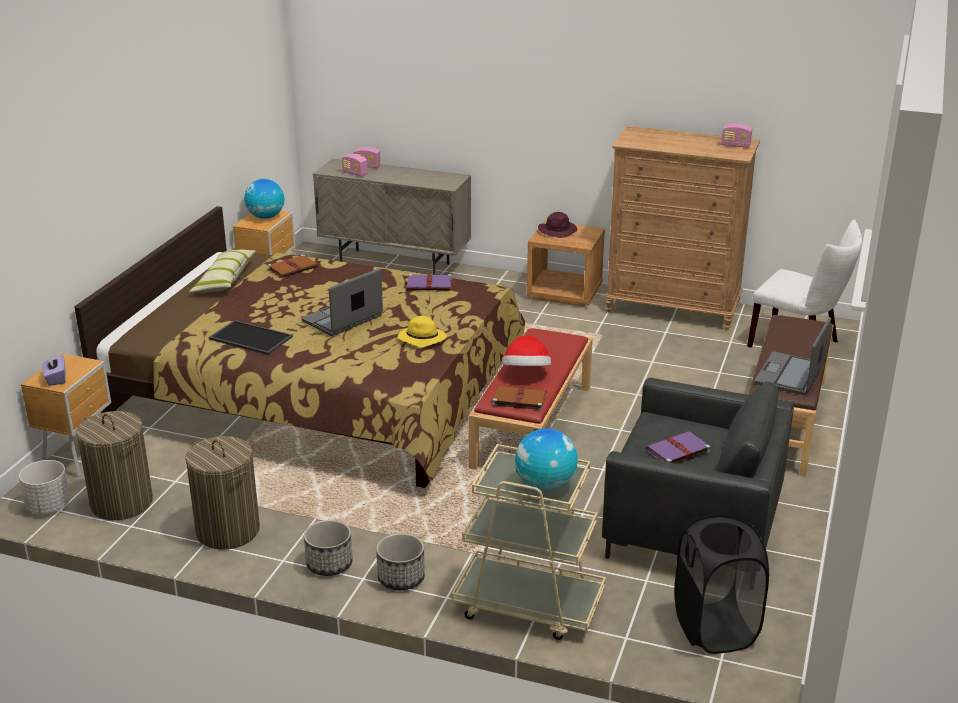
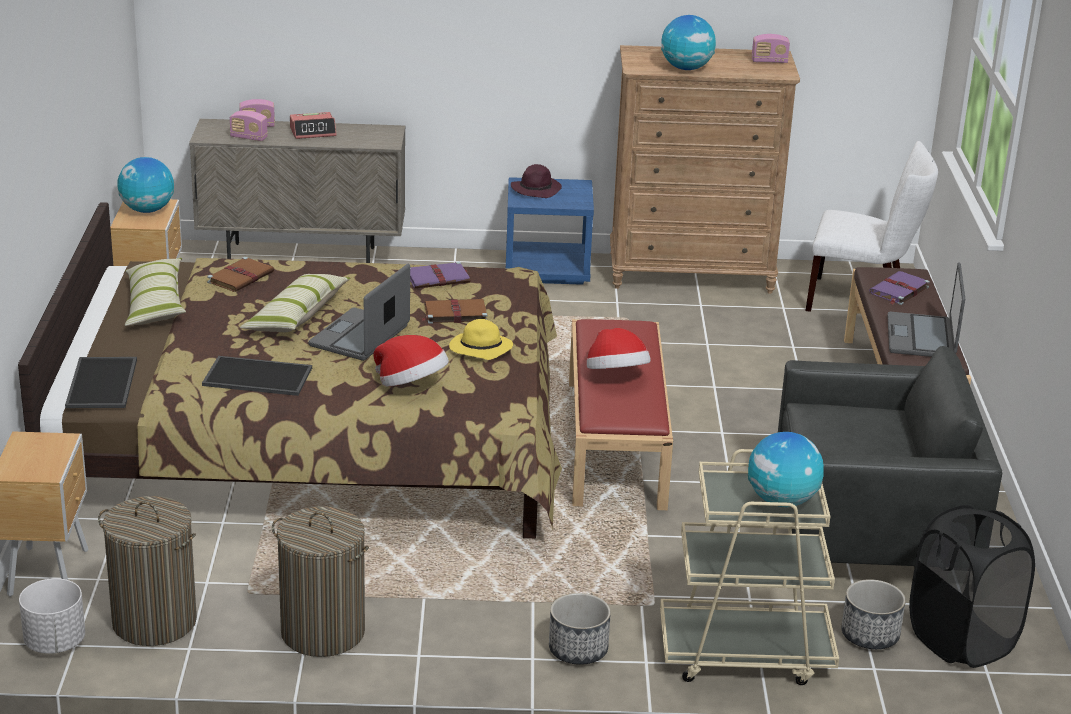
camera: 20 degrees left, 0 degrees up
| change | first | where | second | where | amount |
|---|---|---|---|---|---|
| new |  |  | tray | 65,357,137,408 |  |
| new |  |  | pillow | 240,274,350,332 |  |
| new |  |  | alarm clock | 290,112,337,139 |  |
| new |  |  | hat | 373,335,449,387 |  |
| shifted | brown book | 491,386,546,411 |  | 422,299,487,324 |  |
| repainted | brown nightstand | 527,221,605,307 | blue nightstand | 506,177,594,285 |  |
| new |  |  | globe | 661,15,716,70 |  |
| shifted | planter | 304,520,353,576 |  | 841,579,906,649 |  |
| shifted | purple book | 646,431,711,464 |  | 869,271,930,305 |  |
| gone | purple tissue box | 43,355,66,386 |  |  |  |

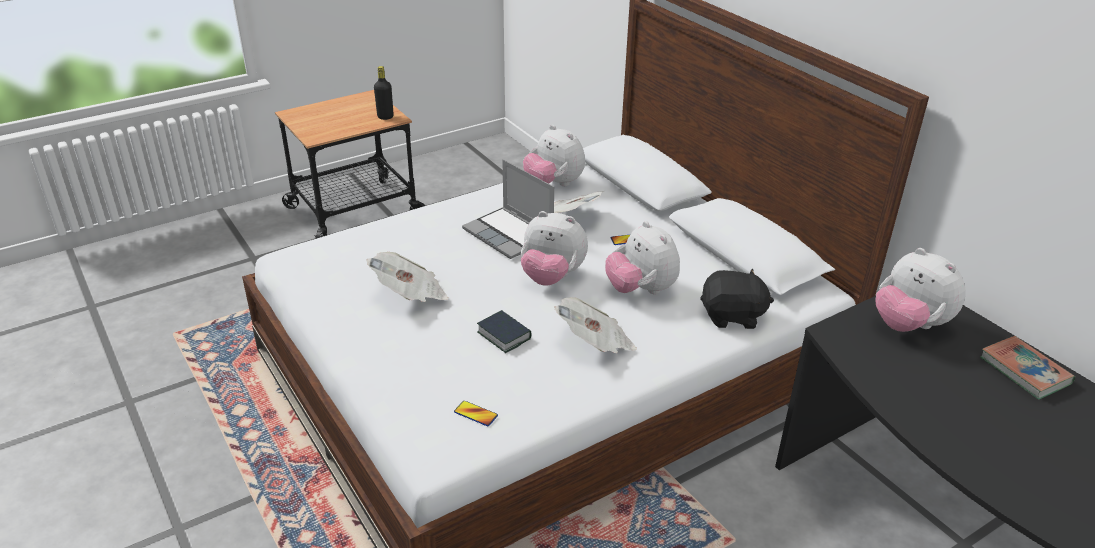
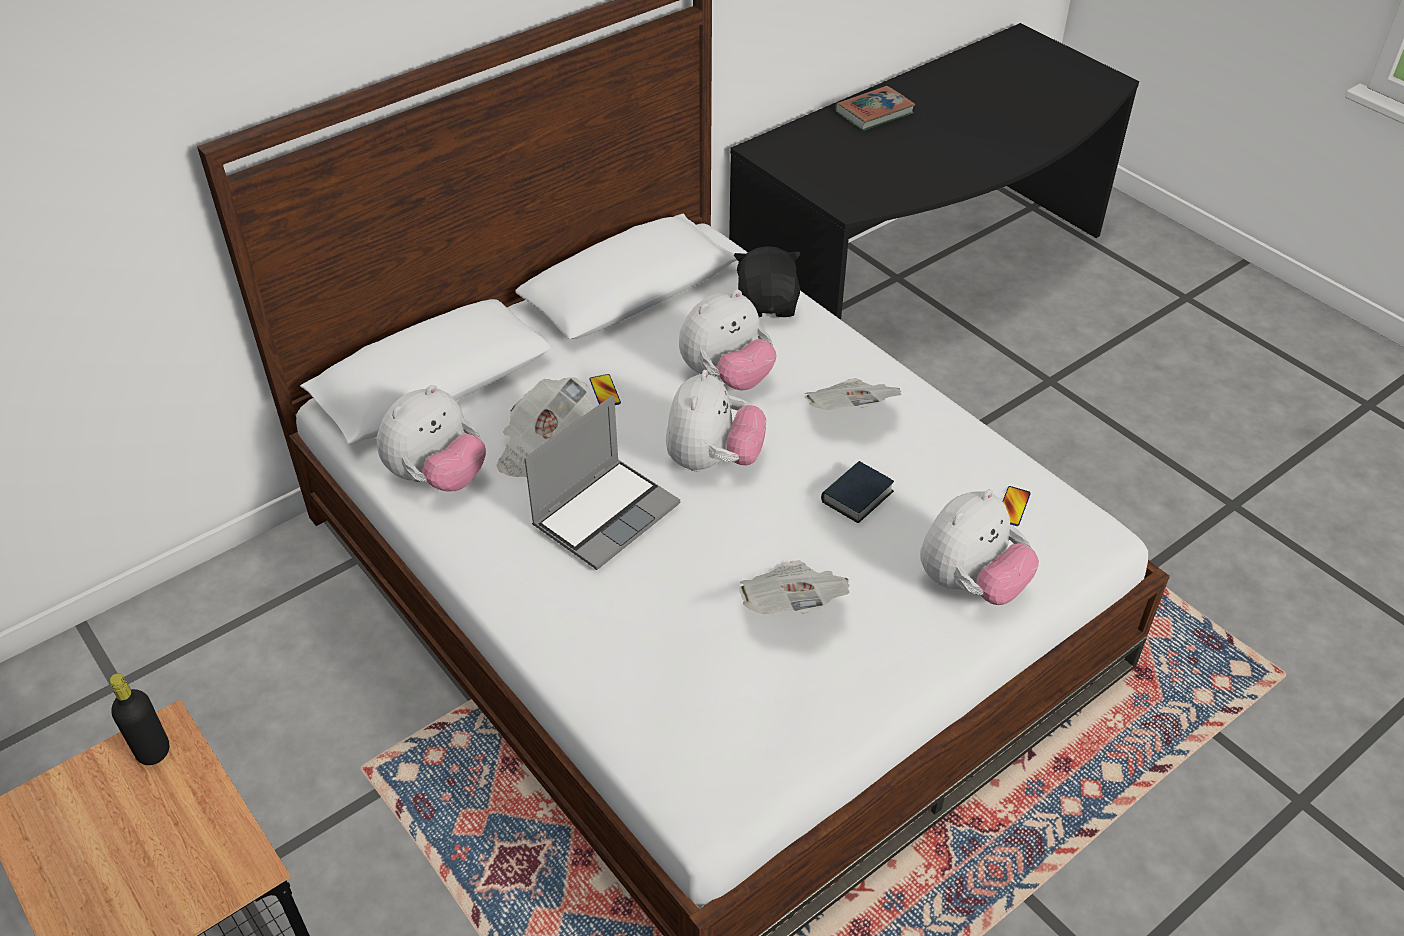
camera: 95 degrees left, 10 degrees up
| change | first | where | second | where | amount |
|---|---|---|---|---|---|
| shifted | plush toy | 876,248,966,332 |  | 920,489,1039,605 |  |

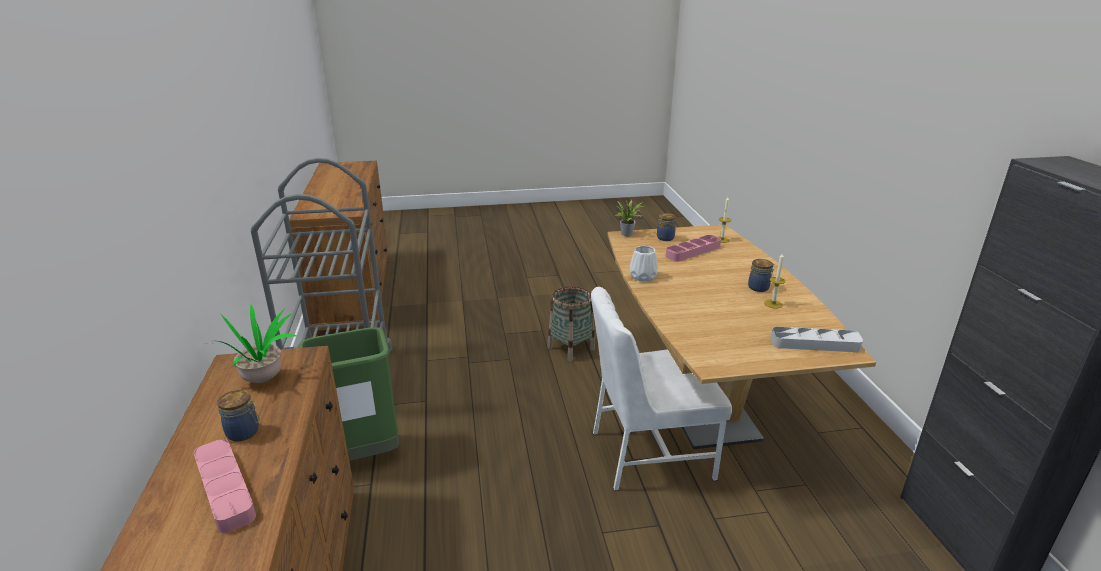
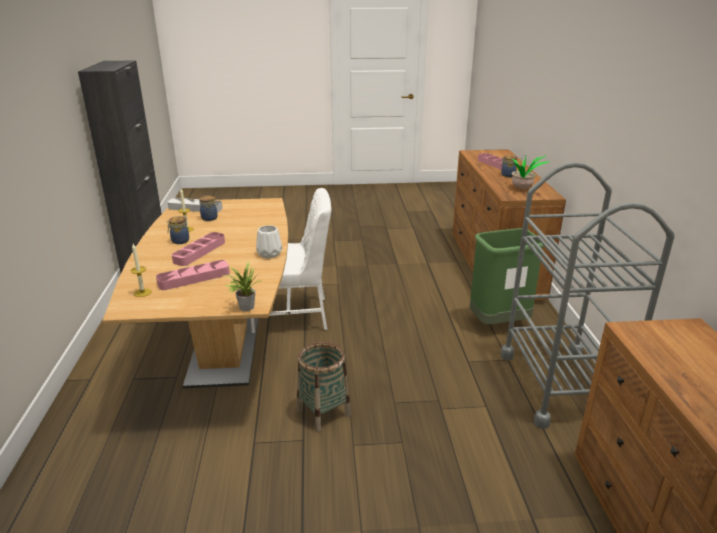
camera: 175 degrees left, 0 degrees up
| change | first | where | second | where | amount |
|---|---|---|---|---|---|
| new |  |  | pink tray | 172,232,225,266 |  |
| shifted | jar | 657,213,676,241 |  | 199,195,217,221 |  |

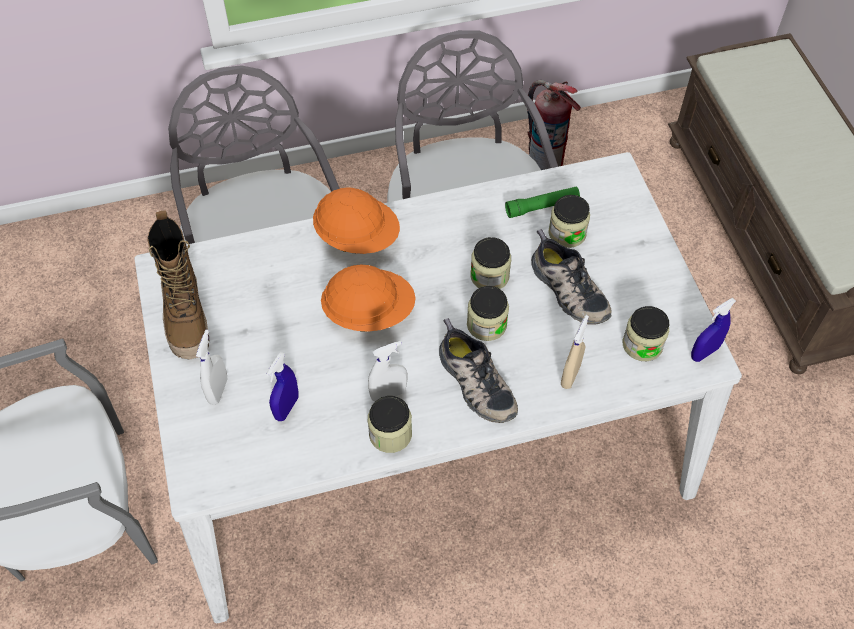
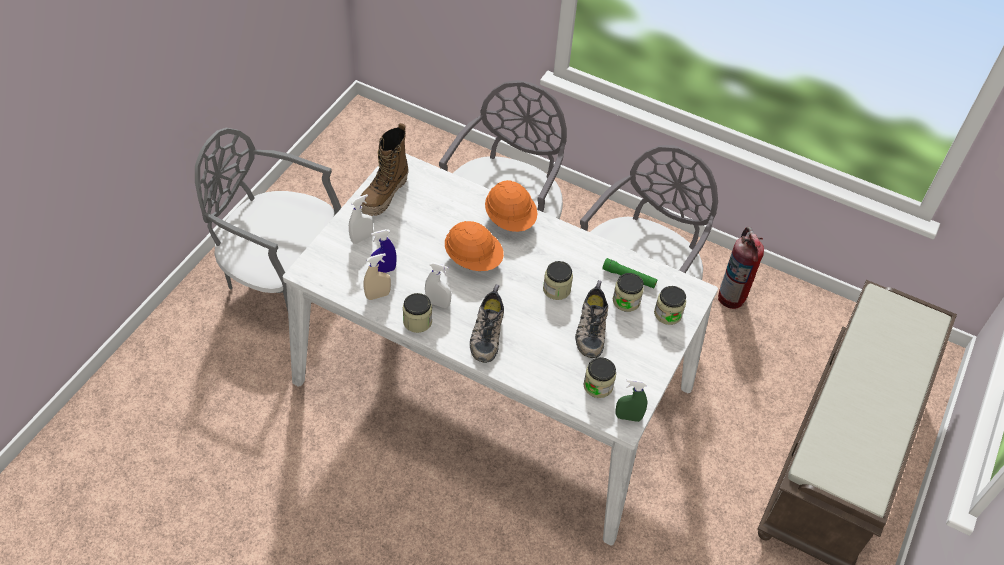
camera: 40 degrees right, 5 degrees down
| change | first | where | second | where | amount |
|---|---|---|---|---|---|
| shifted | beige spray bottle | 561,315,589,389 |  | 364,253,391,300 |  |
| repainted | blue spray bottle | 691,298,736,362 | green spray bottle | 615,379,647,422 |  |
| shifted | jar | 467,286,509,341 |  | 654,286,686,325 |  |

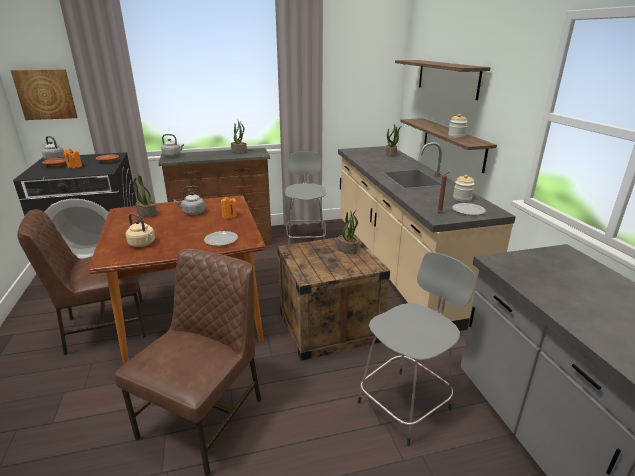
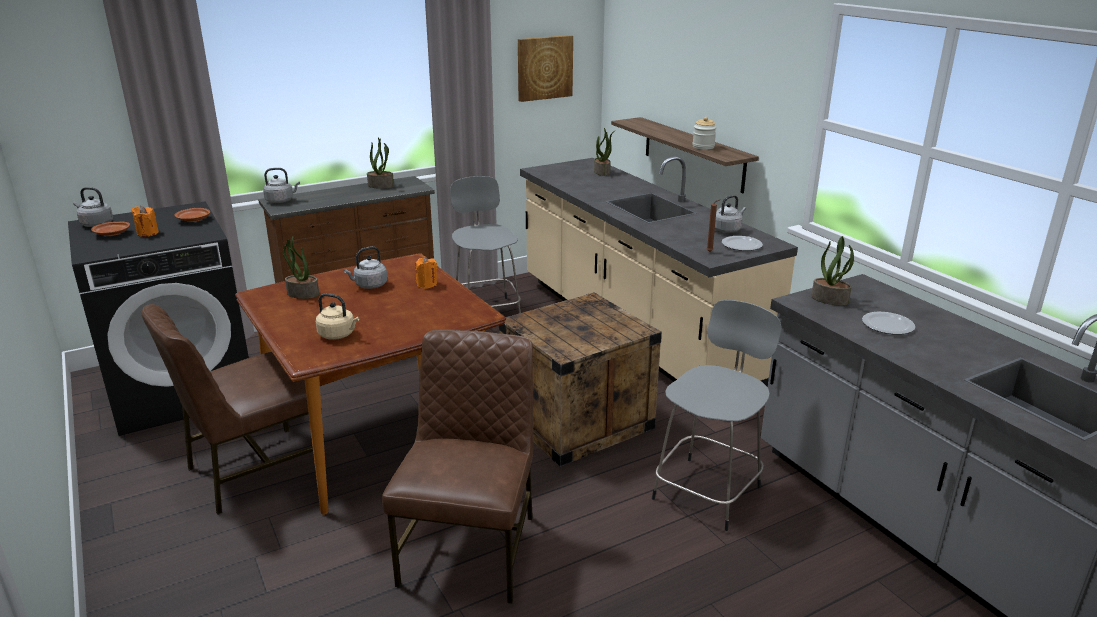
camera: 15 degrees left, 0 degrees up
| change | first | where | second | where | amount |
|---|---|---|---|---|---|
| shifted | picture | 11,69,78,120 |  | 518,35,573,102 |  |
| swapped | jar | 453,175,475,202 | grey kettle | 715,195,746,233 |  |
| shifted | potted plant | 338,210,358,254 |  | 811,236,854,306 |  |
| shifted | plate | 204,231,238,246 |  | 862,312,915,335 |  |
| gone | shelf | 395,60,490,100 |  |  |  |

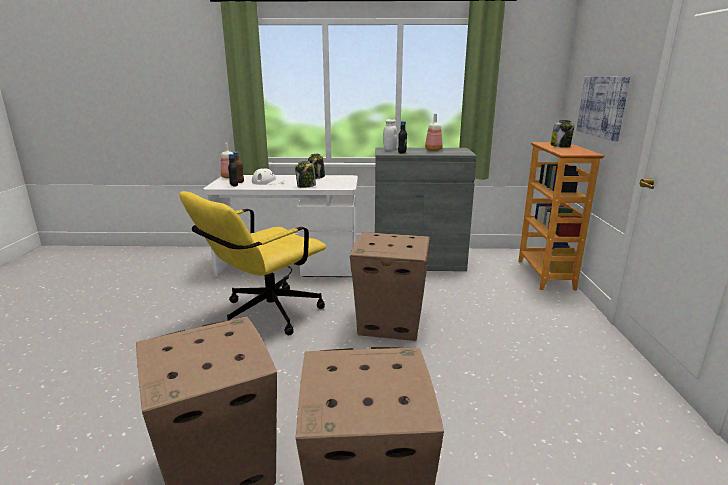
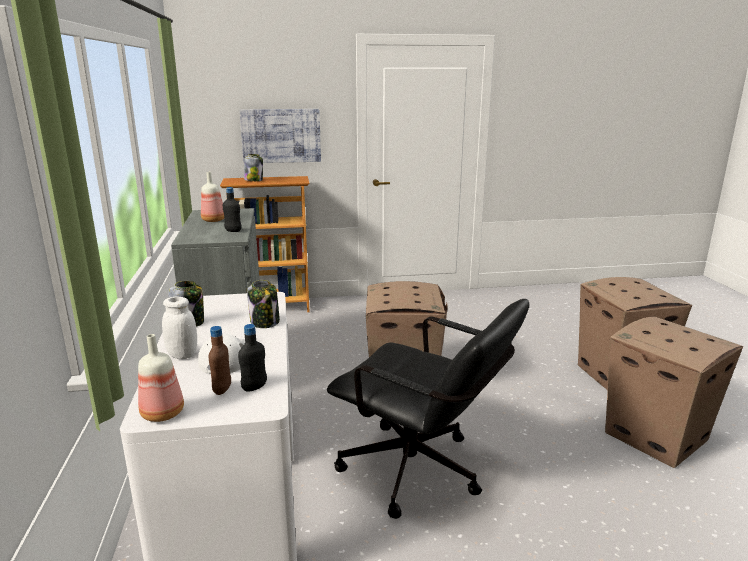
camera: 100 degrees left, 0 degrees up
| change | first | where | second | where | amount |
|---|---|---|---|---|---|
| shifted | white jar | 383,119,397,150 |  | 162,296,197,359 |  |
| repainted | yellow office chair | 179,191,326,335 | black office chair | 327,299,529,519 |  |

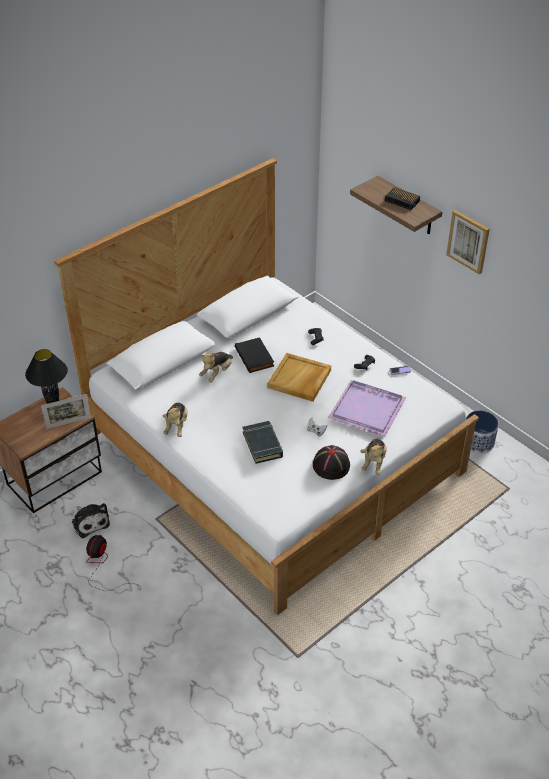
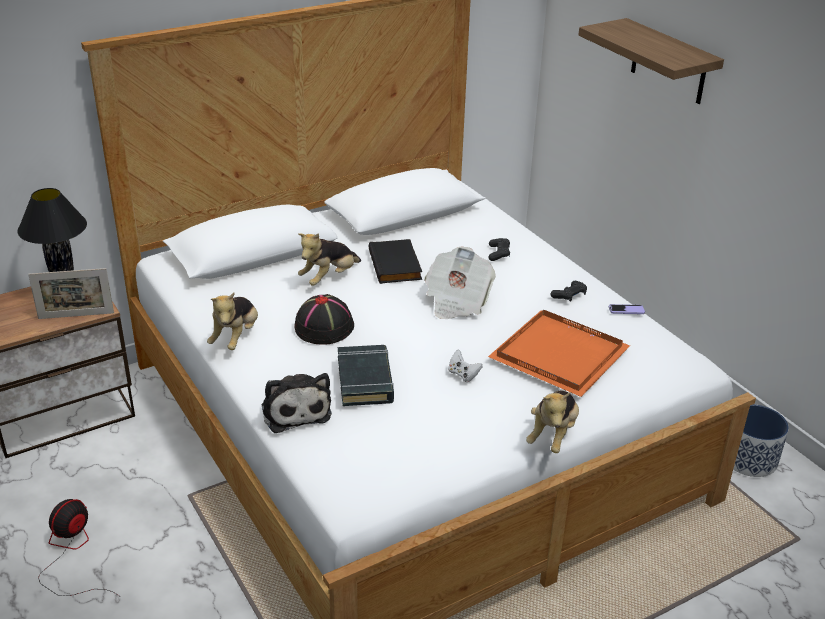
camera: 10 degrees right, 10 degrees down
| change | first | where | second | where | amount |
|---|---|---|---|---|---|
| shifted | plush toy | 72,503,110,538 |  | 261,373,332,433 |  |
| shifted | black hat | 313,445,350,480 |  | 294,294,354,345 |  |
| swapped | beige tray | 267,353,331,402 | newspaper | 424,247,496,319 |  |
| repainted | purple tray | 328,380,407,437 | orange tray | 488,310,630,397 |  |
| gone | alarm clock | 385,187,420,210 |  |  |  |
| gone | picture | 446,210,490,274 |  |  |  |

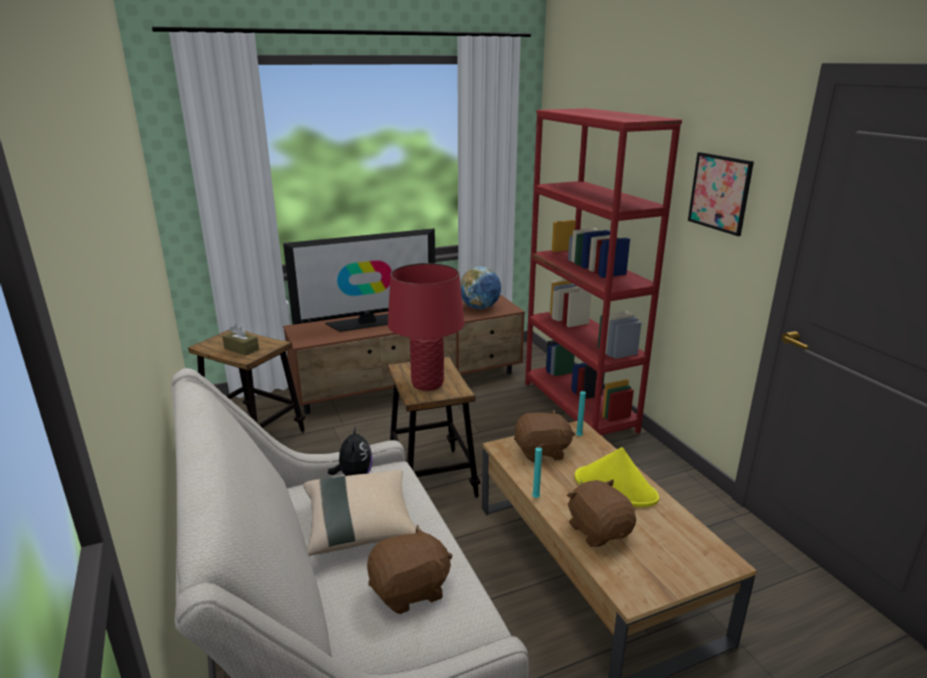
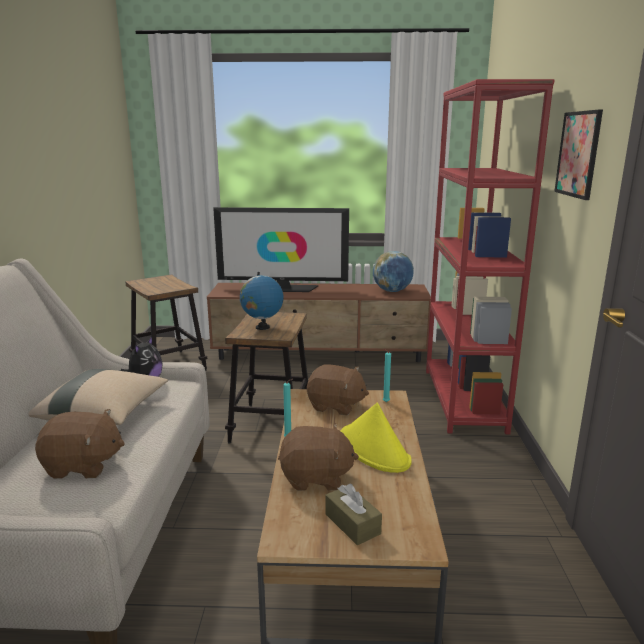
camera: 25 degrees right, 5 degrees down
| change | first | where | second | where | amount |
|---|---|---|---|---|---|
| swapped | red table lamp | 388,263,465,391 | globe | 240,272,283,330 |  |
| rotated | brown plush toy | 567,480,636,547 |  | 278,423,359,491 | 90 degrees clockwise |
| shifted | brown tissue box | 222,324,259,356 |  | 325,484,382,545 |  |

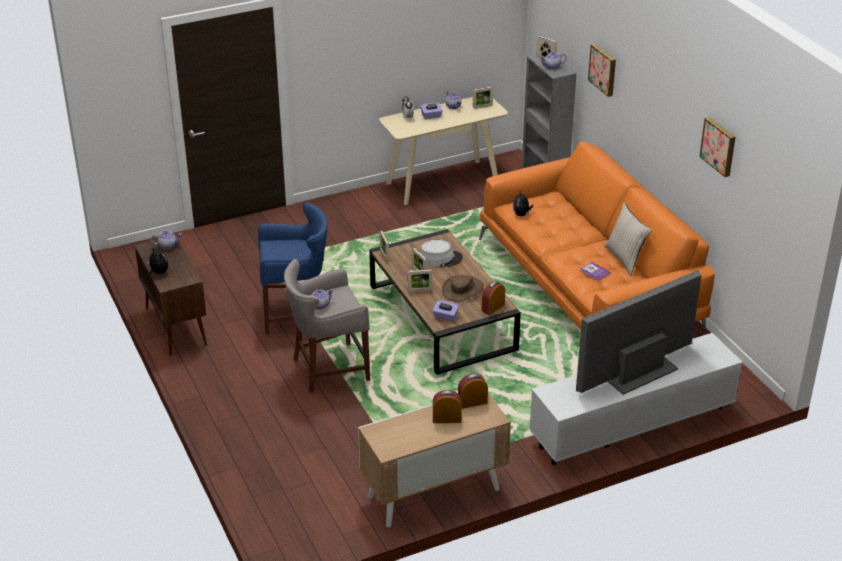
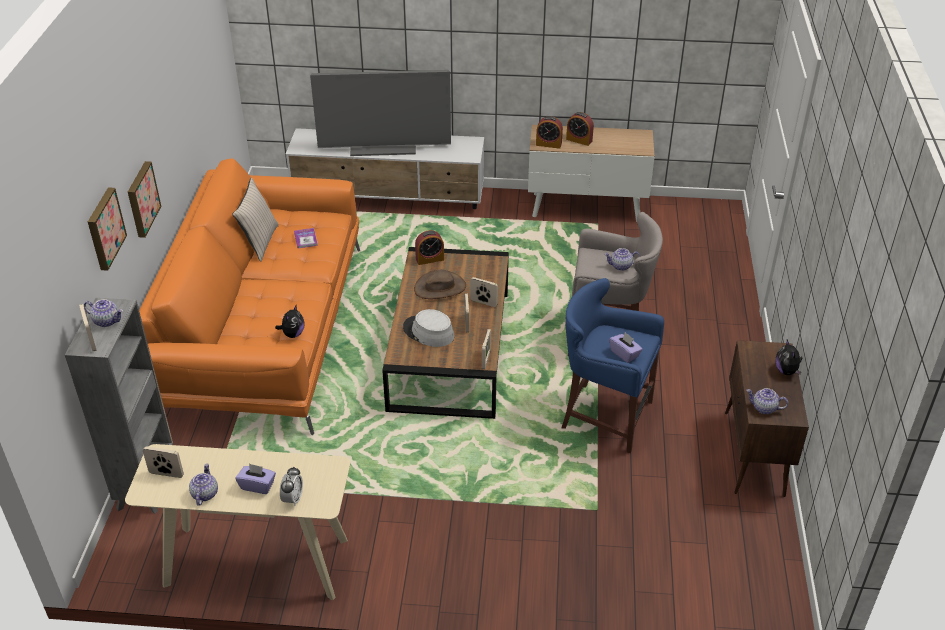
camera: 150 degrees left, 5 degrees up
| change | first | where | second | where | amount |
|---|---|---|---|---|---|
| shifted | picture | 699,117,735,177 |  | 128,161,161,238 |  |
| shifted | purple tissue box | 432,300,459,321 |  | 609,332,643,363 |  |

